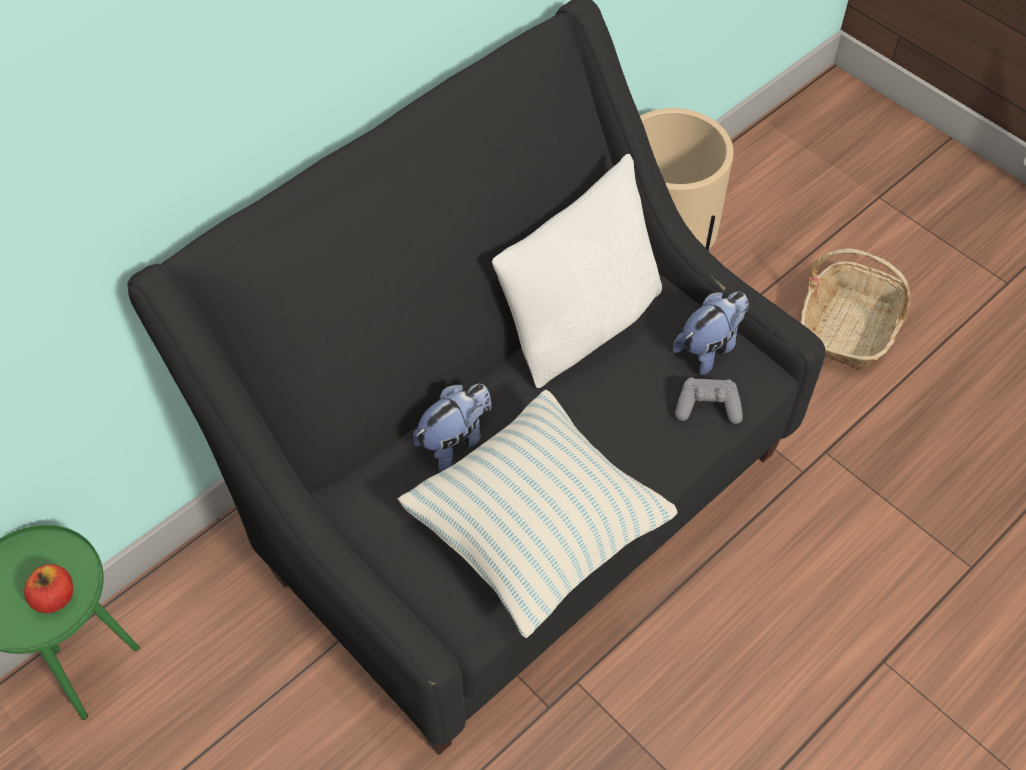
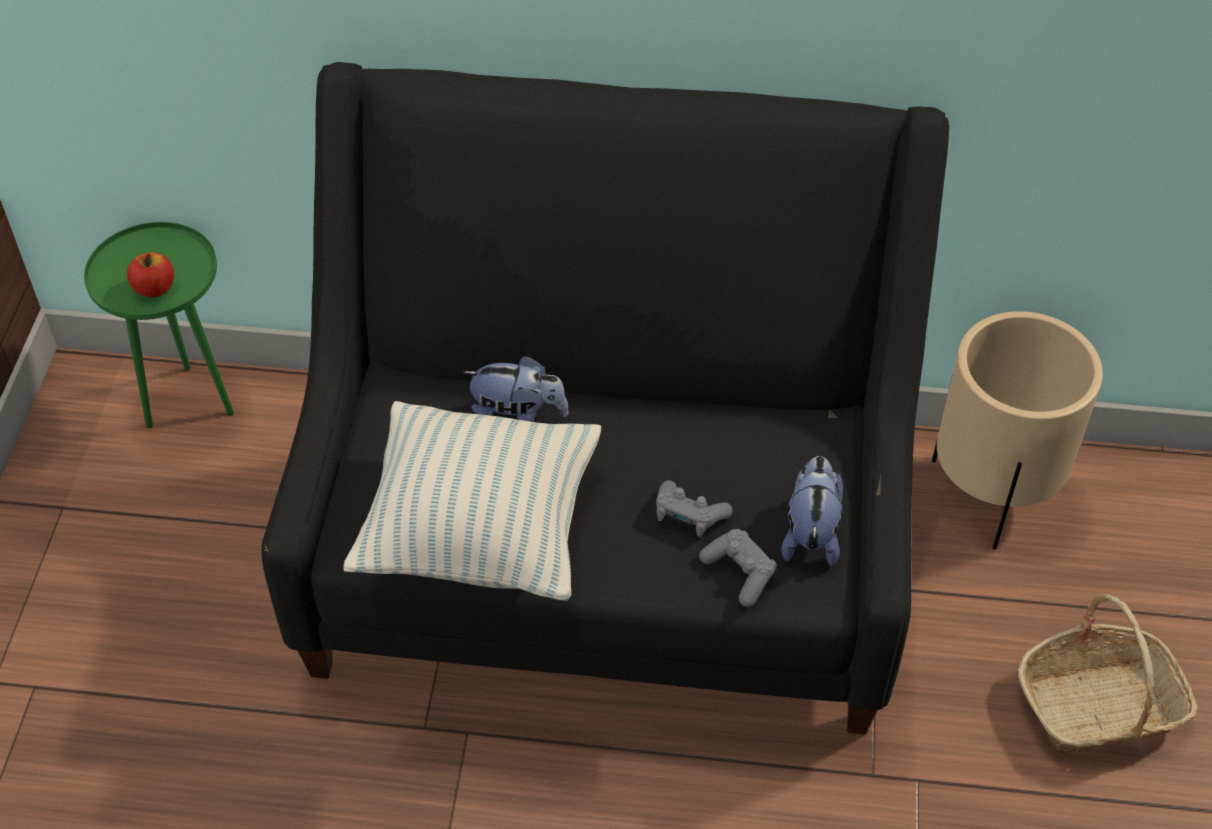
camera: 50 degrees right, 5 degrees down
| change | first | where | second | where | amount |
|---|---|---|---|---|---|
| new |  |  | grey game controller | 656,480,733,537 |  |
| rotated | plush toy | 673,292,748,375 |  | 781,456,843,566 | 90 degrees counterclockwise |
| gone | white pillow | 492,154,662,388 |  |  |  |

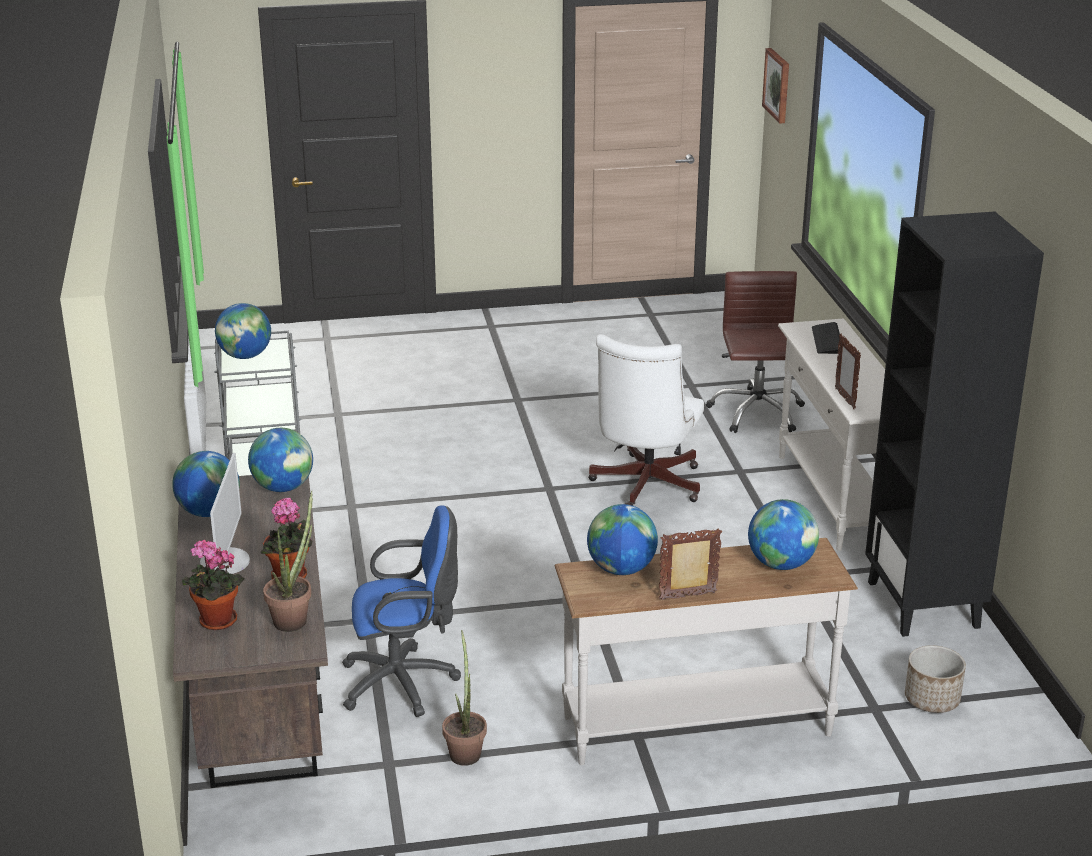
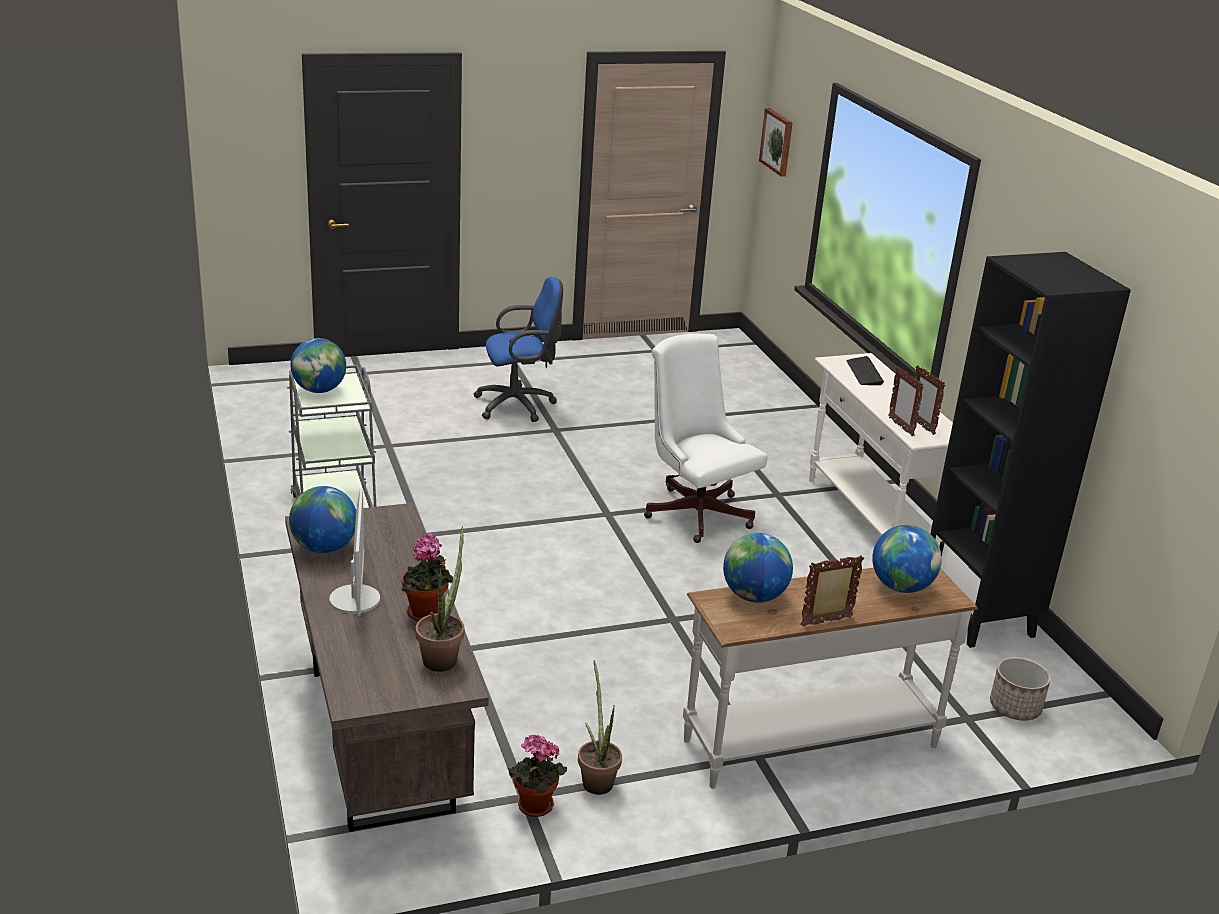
camera: 10 degrees left, 0 degrees up
| change | first | where | second | where | amount |
|---|---|---|---|---|---|
| shifted | blue office chair | 342,505,461,717 |  | 473,277,563,422 |  |
| shifted | potted plant | 182,540,245,631 |  | 508,735,567,817 |  |
| rotated | white office chair | 588,334,704,506 |  | 644,334,768,543 | 135 degrees clockwise |
| new |  |  | picture frame | 914,365,946,435 |  |
| gone | globe | 248,428,313,492 |  |  |  |
| gone | brown office chair | 706,271,805,433 |  |  |  |

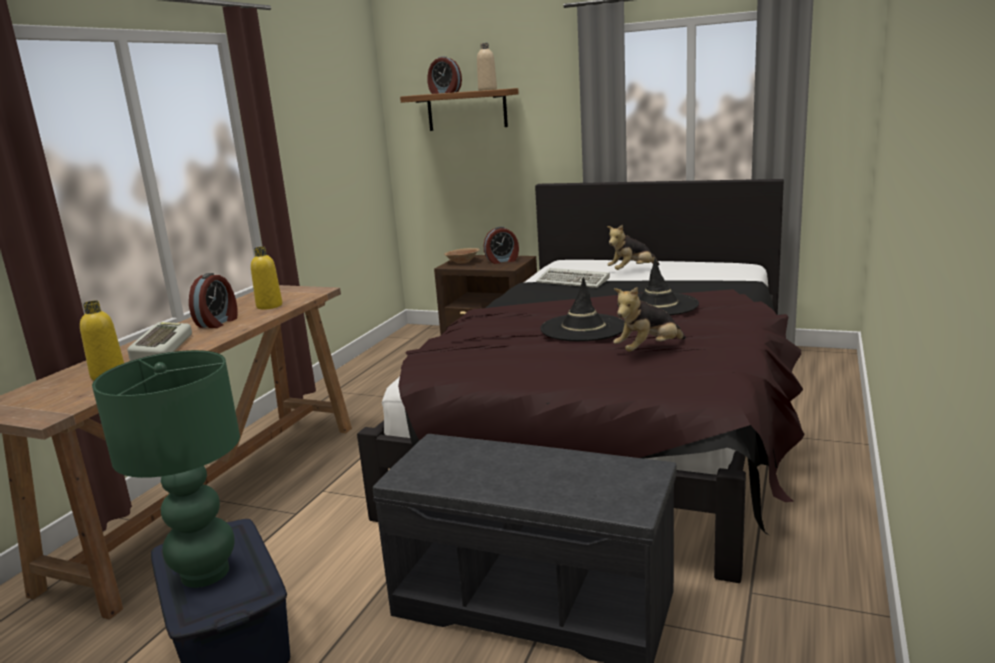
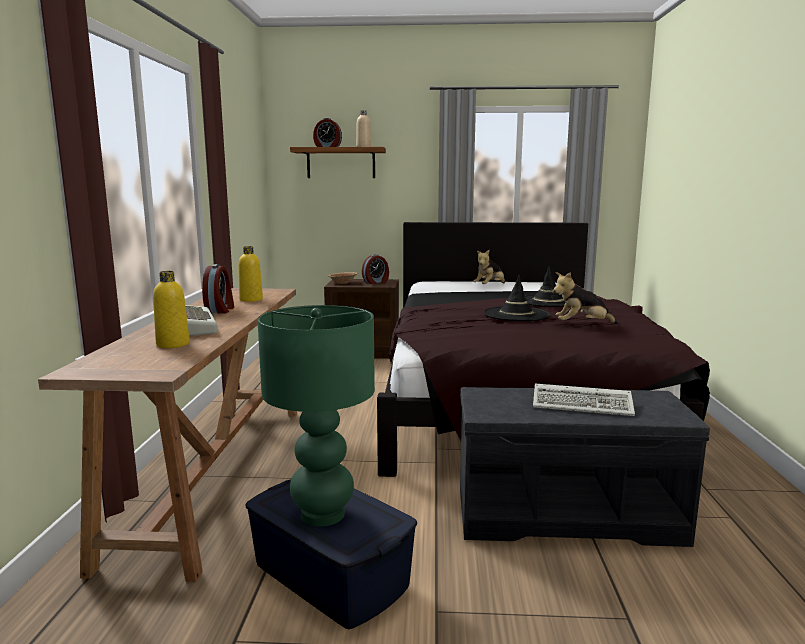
camera: 20 degrees left, 5 degrees down
| change | first | where | second | where | amount |
|---|---|---|---|---|---|
| shifted | keyboard | 536,268,610,288 |  | 533,384,635,416 |  |
| rotated | plush toy | 613,287,686,352 |  | 553,272,619,324 | 45 degrees clockwise |

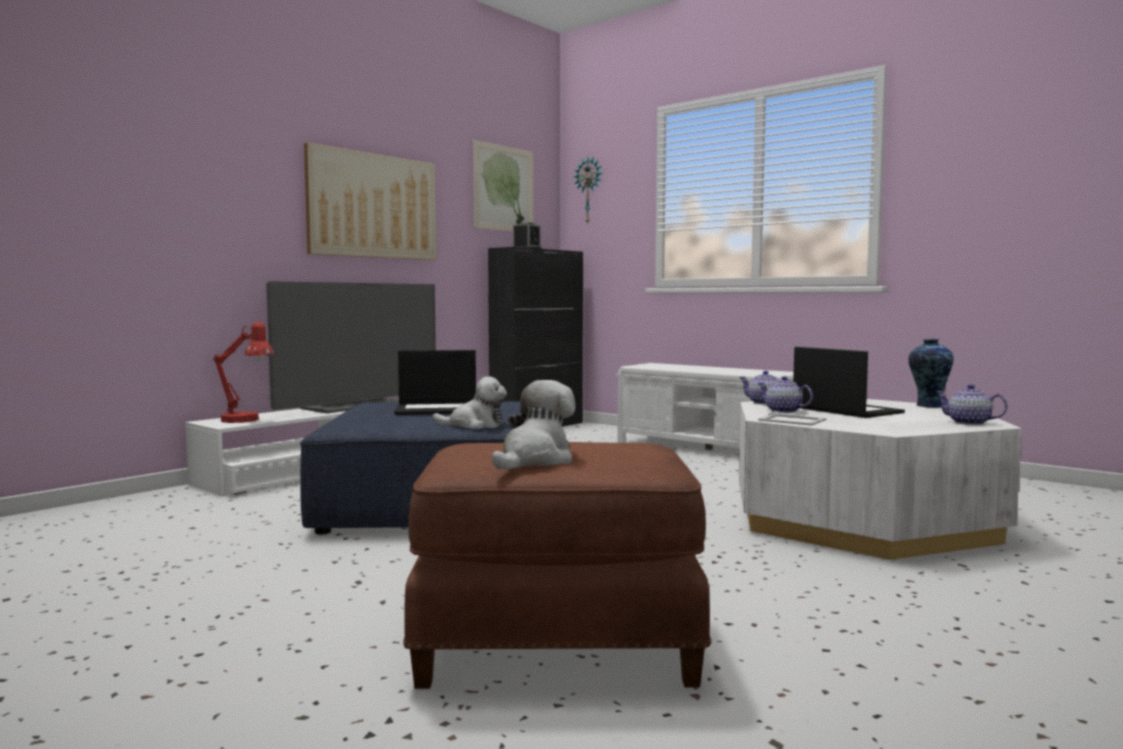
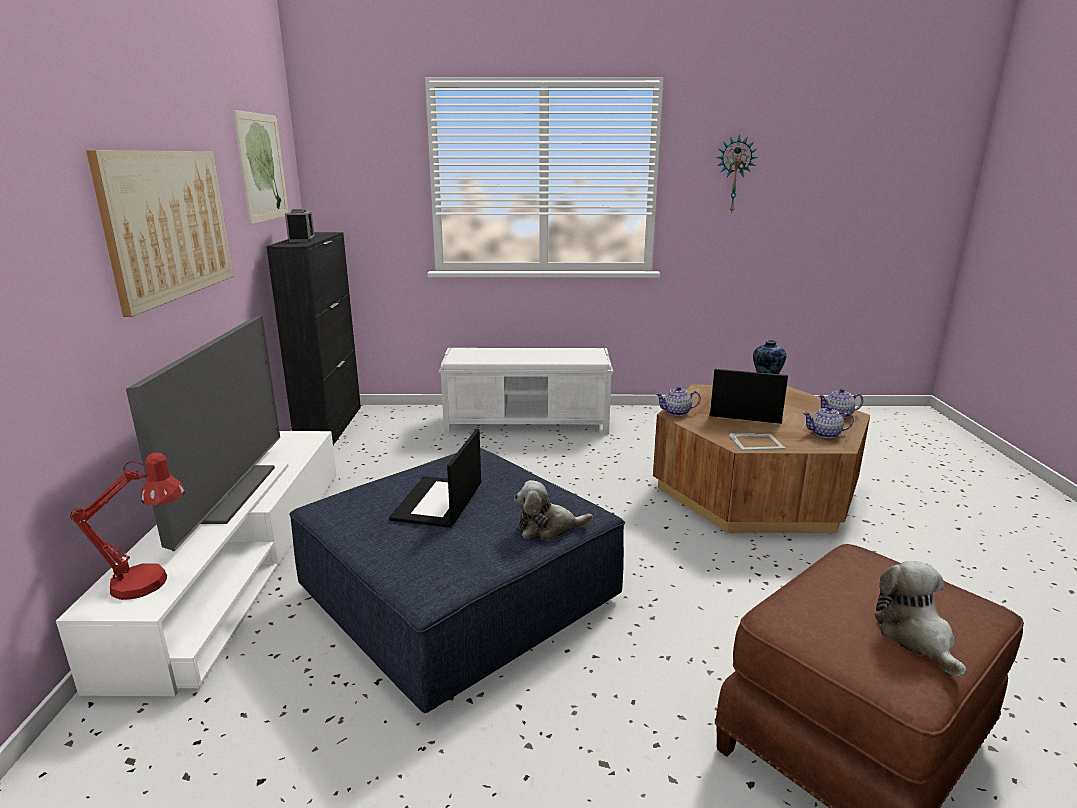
camera: 40 degrees left, 15 degrees up
| change | first | where | second | where | amount |
|---|---|---|---|---|---|
| rotated | laptop | 394,350,476,415 |  | 389,429,481,528 | 150 degrees clockwise |
| rotated | plush toy | 432,377,507,429 |  | 514,480,593,541 | 150 degrees counterclockwise |
| repainted | white coffee table | 739,399,1022,560 | brown coffee table | 653,385,870,534 |  |
| shifted | wall clock | 574,156,602,225 |  | 716,135,758,214 |  |
| shifted | teapot | 757,376,813,413 |  | 803,406,854,438 |  |

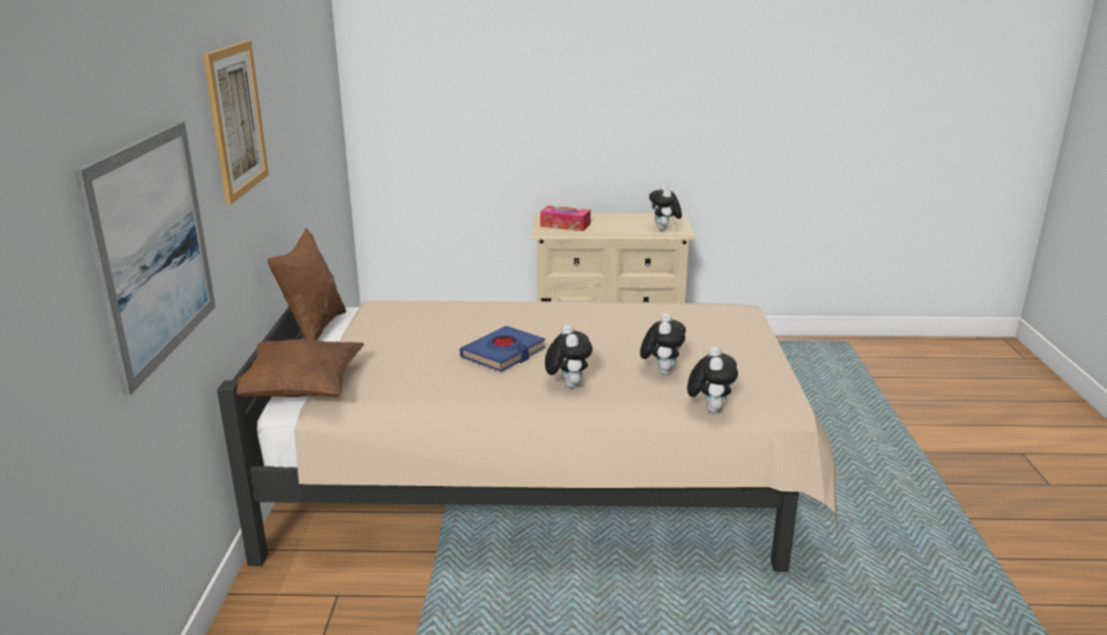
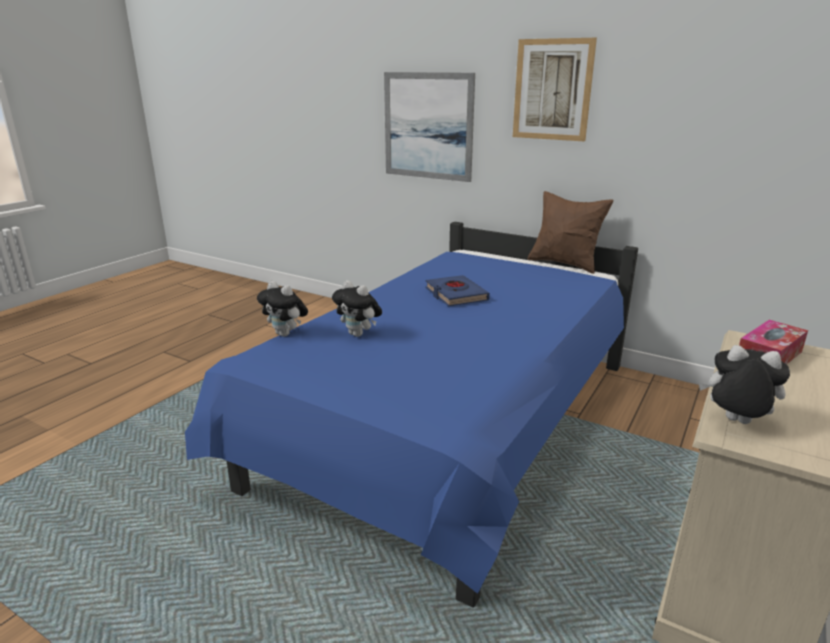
camera: 120 degrees right, 0 degrees up
| change | first | where | second | where | amount |
|---|---|---|---|---|---|
| repainted | beige bed | 217,301,838,572 | blue bed | 185,222,638,608 |  |
| gone | brown pillow | 237,338,364,397 |  |  |  |
| gone | plush toy | 545,324,593,388 |  |  |  |

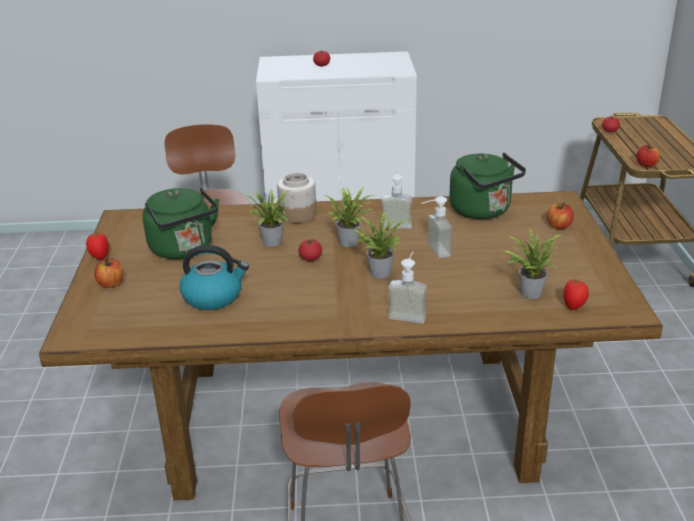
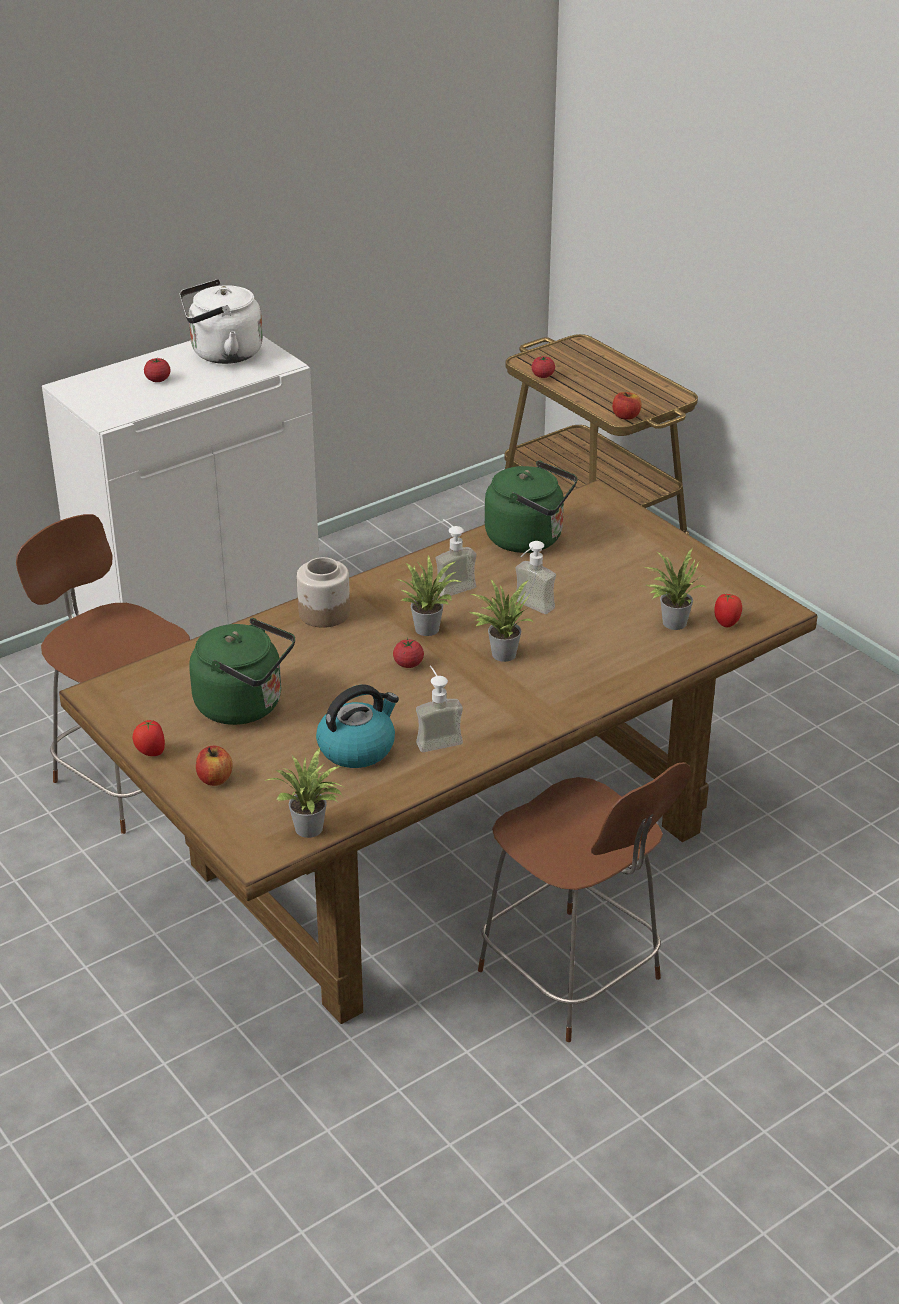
camera: 35 degrees left, 5 degrees up
| change | first | where | second | where | amount |
|---|---|---|---|---|---|
| new |  |  | white kettle | 179,279,263,364 |  |
| shifted | potted plant | 244,190,289,247 |  | 264,748,346,838 |  |
| shifted | soap dispenser | 388,252,427,323 |  | 416,665,463,752 |  |
| gone | apple | 546,203,574,229 |  |  |  |

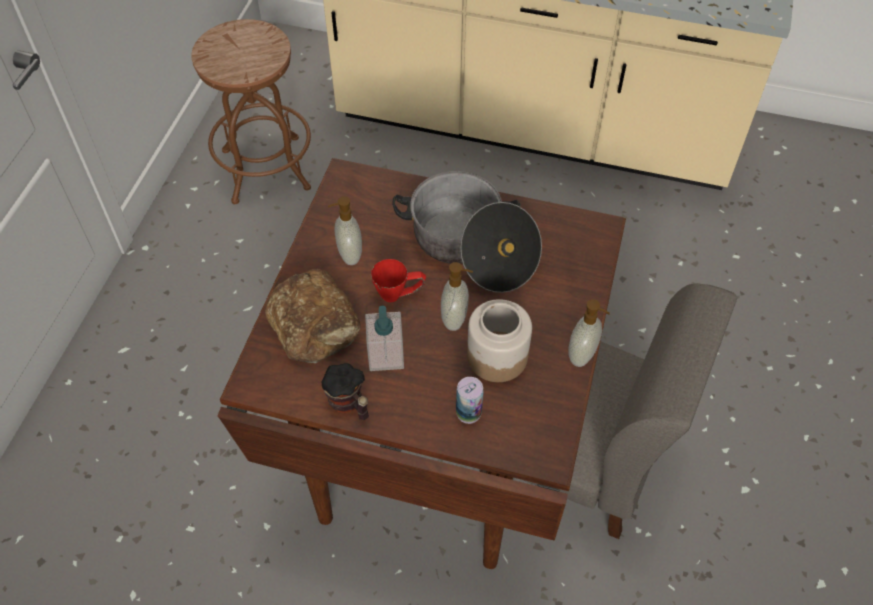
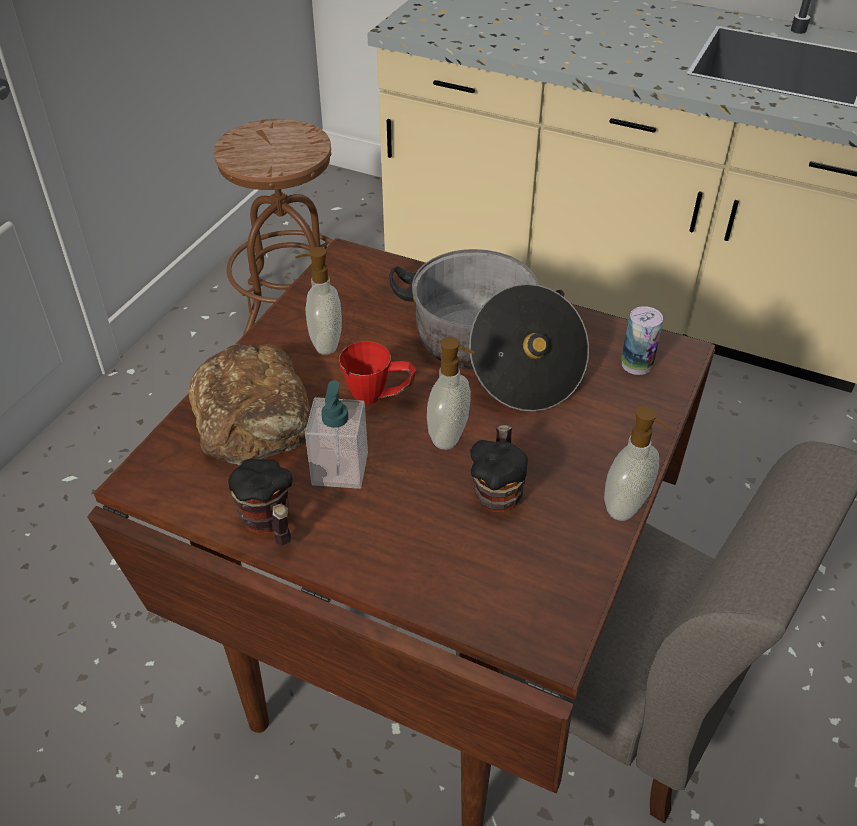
camera: 10 degrees right, 10 degrees down
| change | first | where | second | where | amount |
|---|---|---|---|---|---|
| swapped | jar | 467,299,532,382 | mug | 470,425,528,512 |  |
| shifted | can | 456,377,484,424 |  | 621,306,663,375 |  |

